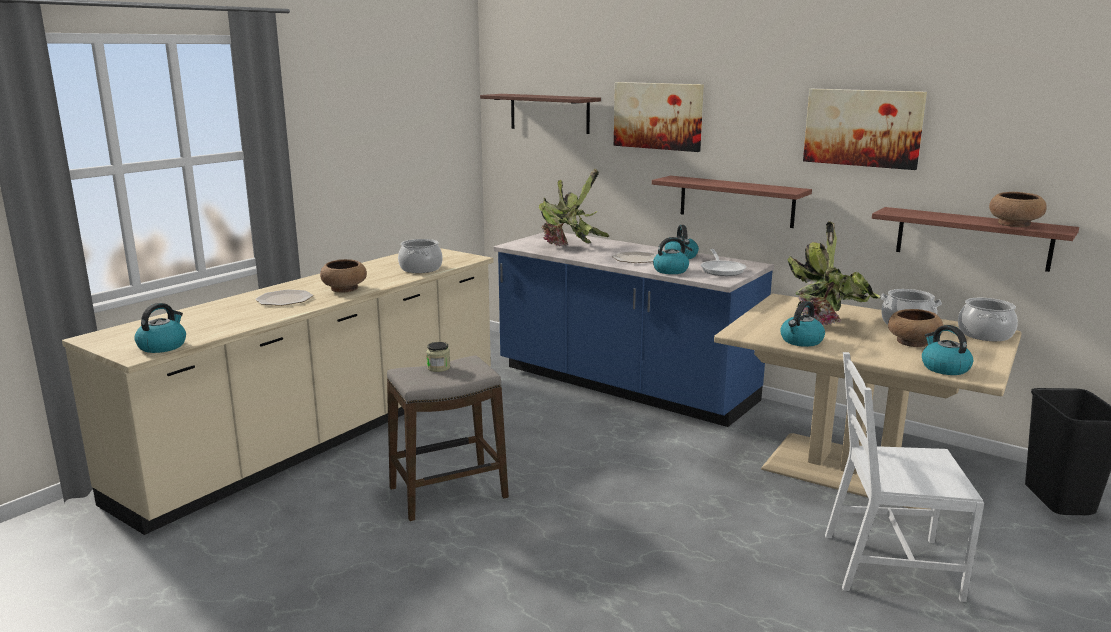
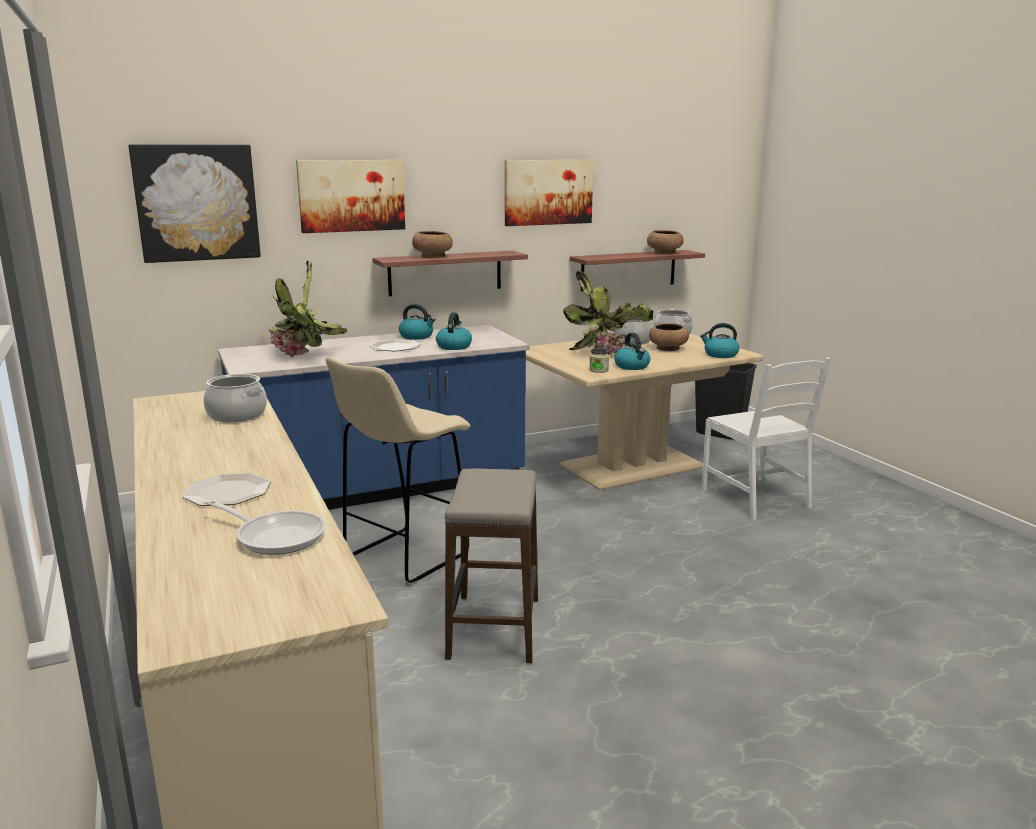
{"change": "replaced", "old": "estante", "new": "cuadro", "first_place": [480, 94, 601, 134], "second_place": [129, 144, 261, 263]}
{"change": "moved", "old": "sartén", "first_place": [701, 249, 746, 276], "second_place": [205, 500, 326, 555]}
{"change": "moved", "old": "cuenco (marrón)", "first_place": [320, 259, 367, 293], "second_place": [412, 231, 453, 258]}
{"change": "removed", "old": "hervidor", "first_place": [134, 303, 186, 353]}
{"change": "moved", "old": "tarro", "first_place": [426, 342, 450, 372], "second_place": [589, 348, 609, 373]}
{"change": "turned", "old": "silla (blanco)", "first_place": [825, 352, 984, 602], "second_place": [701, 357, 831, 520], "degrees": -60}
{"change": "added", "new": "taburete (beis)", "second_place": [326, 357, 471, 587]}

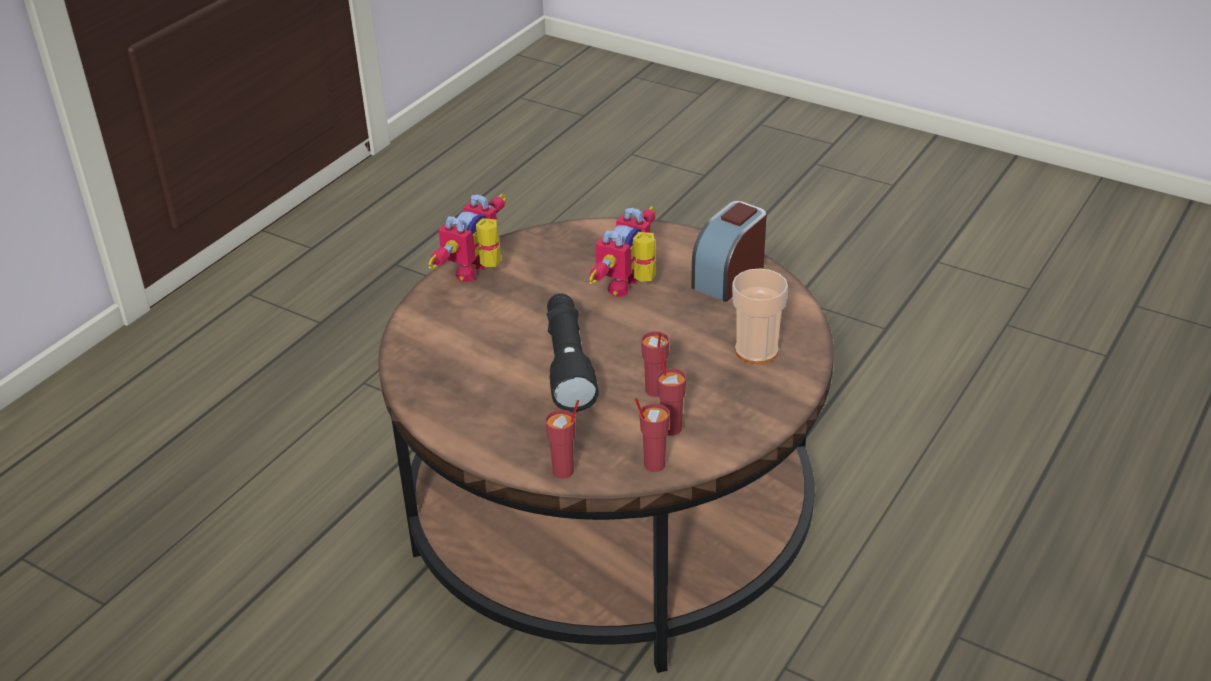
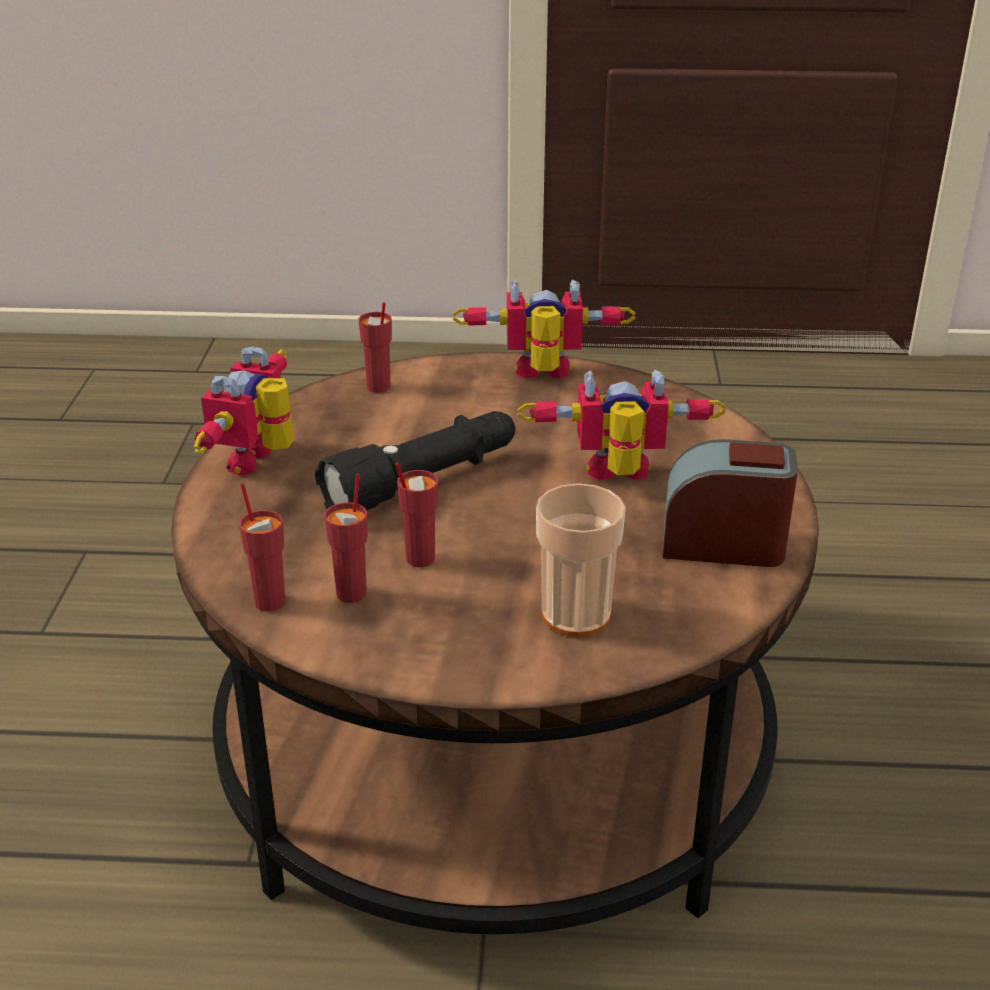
{"change": "moved", "old": "taza (rojo)", "first_place": [545, 400, 579, 479], "second_place": [358, 302, 392, 393]}
{"change": "added", "new": "robot de juguete", "second_place": [194, 346, 294, 475]}

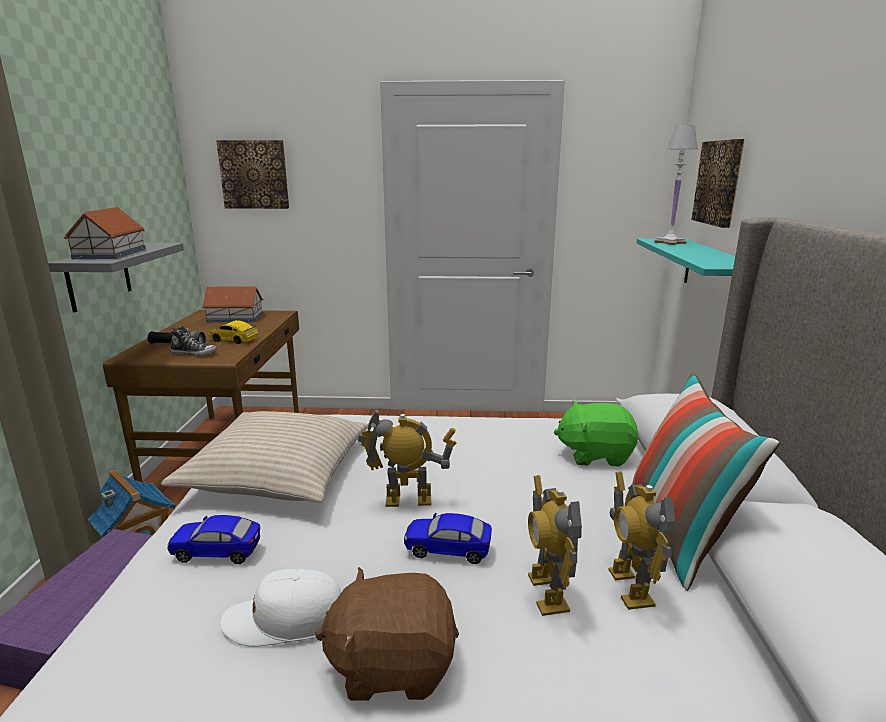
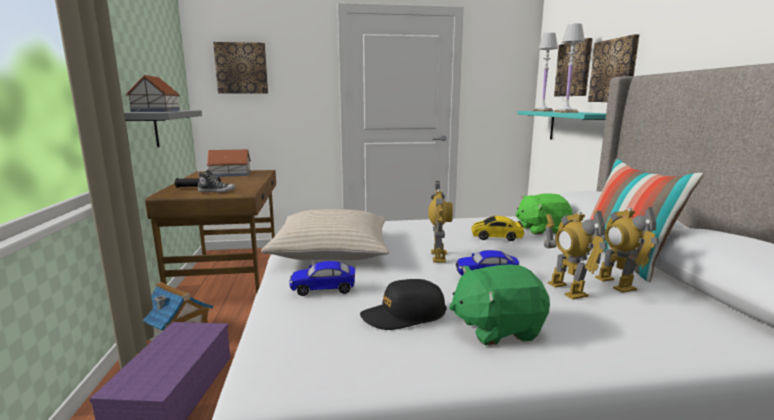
{"change": "moved", "old": "coche de juguete", "first_place": [208, 320, 258, 344], "second_place": [472, 216, 525, 241]}
{"change": "turned", "old": "robot de juguete", "first_place": [358, 409, 457, 507], "second_place": [428, 181, 453, 263], "degrees": 105}
{"change": "recoloured", "old": "peluche (marrón)", "new": "peluche (verde)", "first_place": [315, 567, 459, 701], "second_place": [449, 264, 550, 345]}
{"change": "recoloured", "old": "gorra (blanco)", "new": "gorra (negro)", "first_place": [220, 569, 341, 647], "second_place": [360, 279, 447, 330]}
{"change": "added", "new": "lámpara de mesa (blanco)", "second_place": [554, 23, 585, 113]}
{"change": "added", "new": "cuadro", "second_place": [588, 34, 639, 102]}

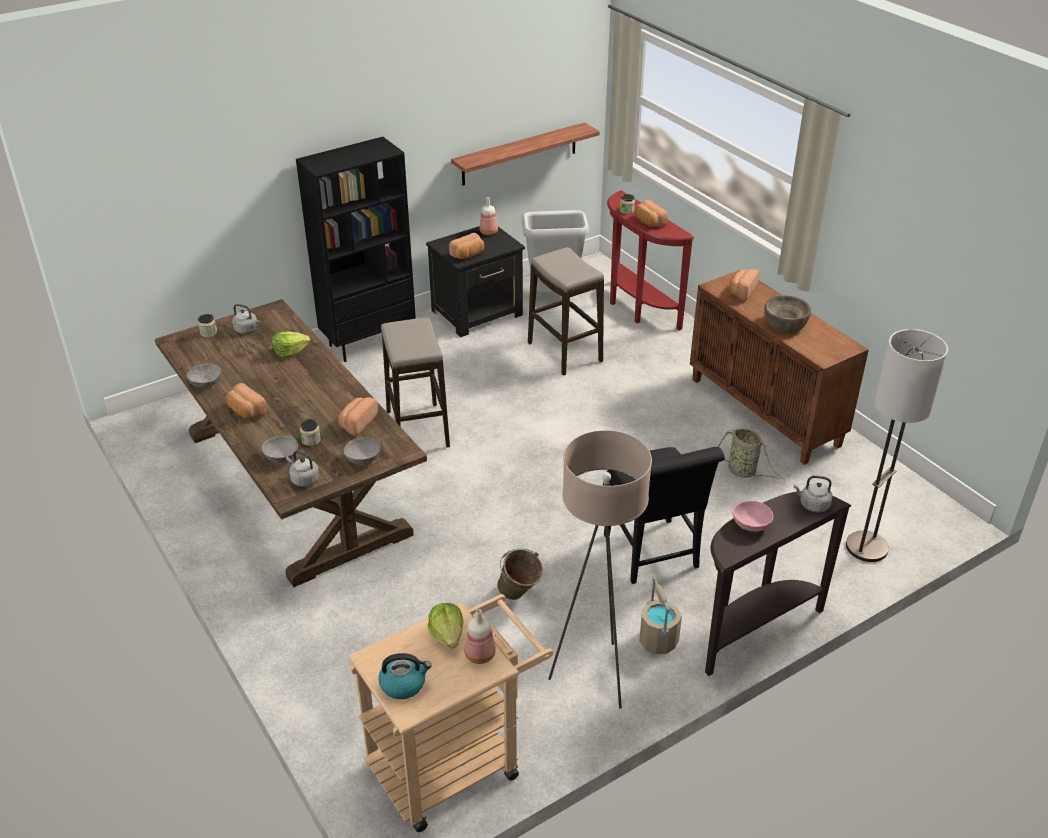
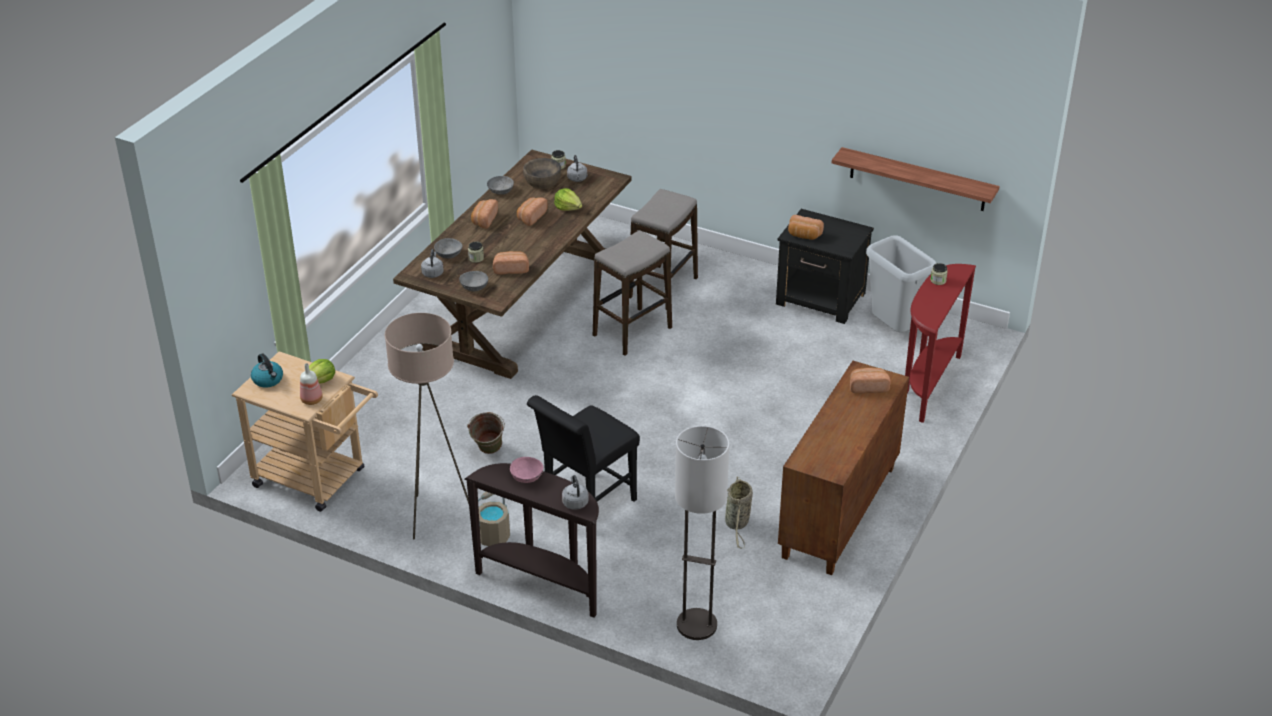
{"change": "removed", "old": "estantería (negro)", "first_place": [296, 137, 416, 362]}
{"change": "removed", "old": "botella", "first_place": [479, 197, 498, 235]}
{"change": "moved", "old": "pan", "first_place": [635, 200, 668, 227], "second_place": [517, 197, 547, 226]}
{"change": "moved", "old": "taburete", "first_place": [528, 247, 604, 376], "second_place": [629, 189, 698, 310]}
{"change": "moved", "old": "cuenco (marrón)", "first_place": [764, 295, 811, 333], "second_place": [523, 158, 561, 189]}

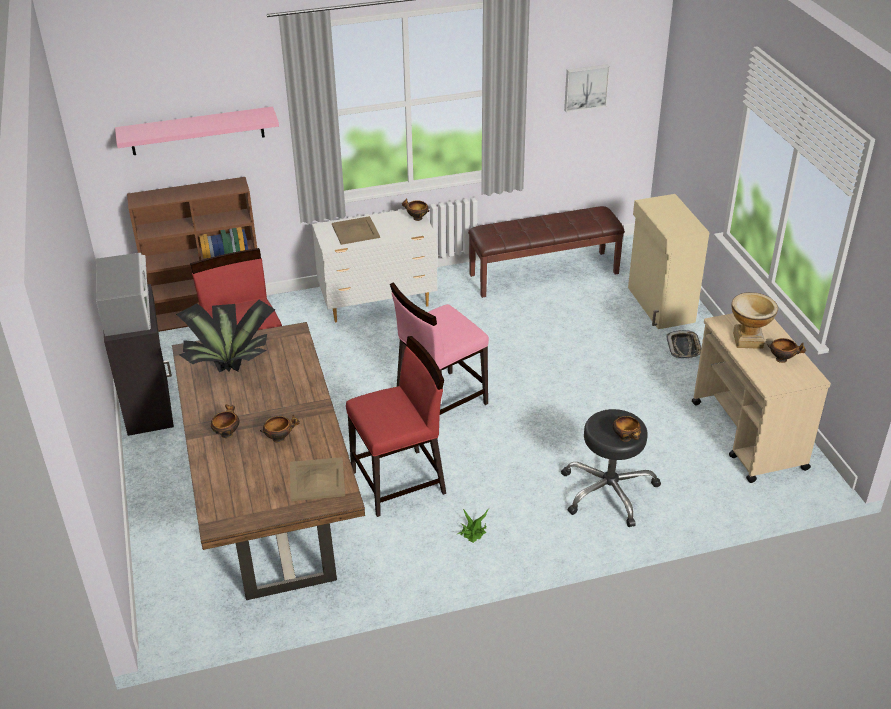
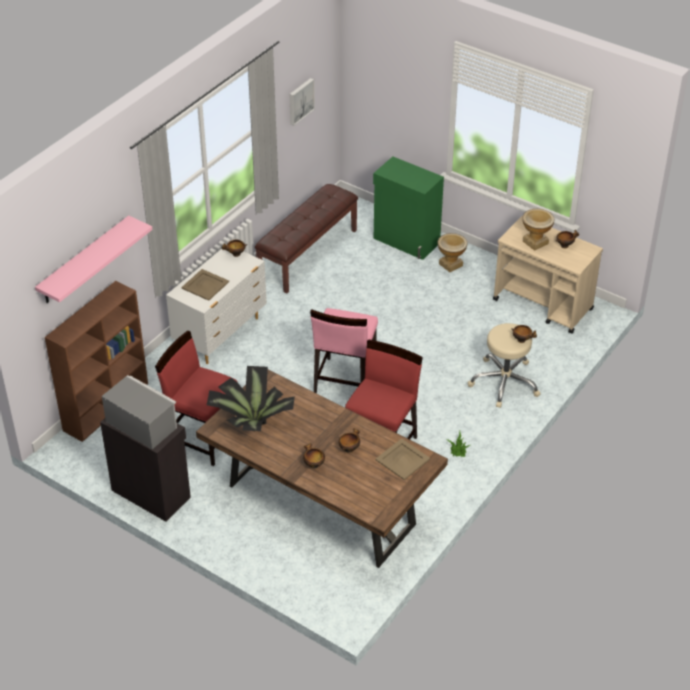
{"change": "recoloured", "old": "armario (beis)", "new": "armario (verde)", "first_place": [628, 194, 710, 329], "second_place": [373, 157, 444, 260]}
{"change": "replaced", "old": "bandeja", "new": "florero", "first_place": [666, 330, 701, 358], "second_place": [438, 233, 467, 272]}
{"change": "recoloured", "old": "taburete (negro)", "new": "taburete (beis)", "first_place": [561, 409, 661, 527], "second_place": [468, 323, 541, 408]}

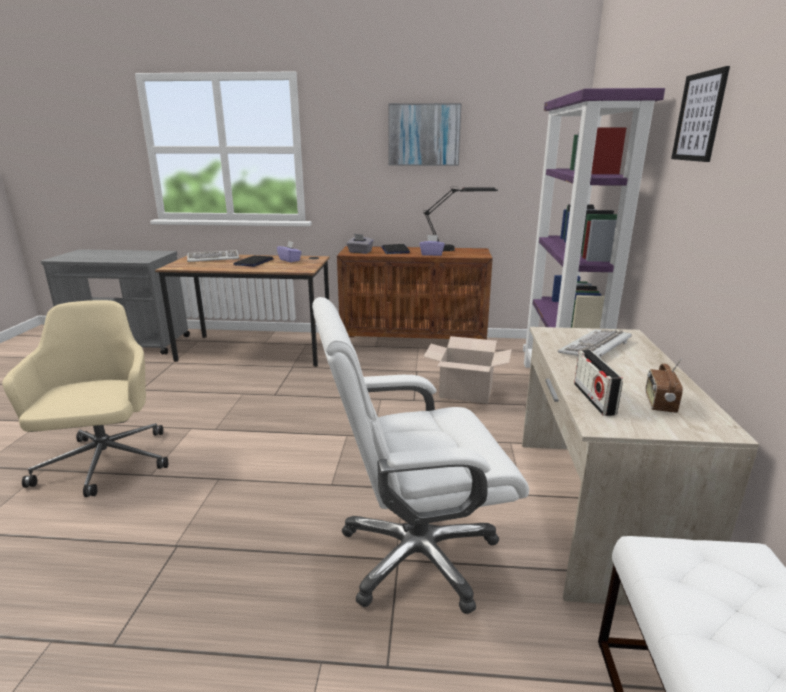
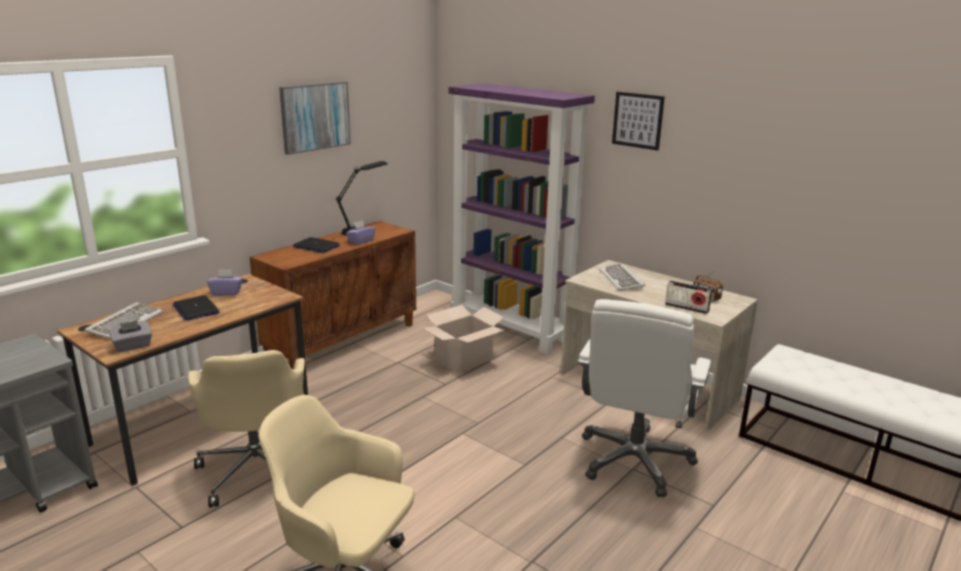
{"change": "moved", "old": "caja de pañuelos (gris)", "first_place": [346, 234, 374, 254], "second_place": [108, 321, 152, 352]}
{"change": "added", "new": "silla de oficina (beis)", "second_place": [188, 350, 305, 508]}

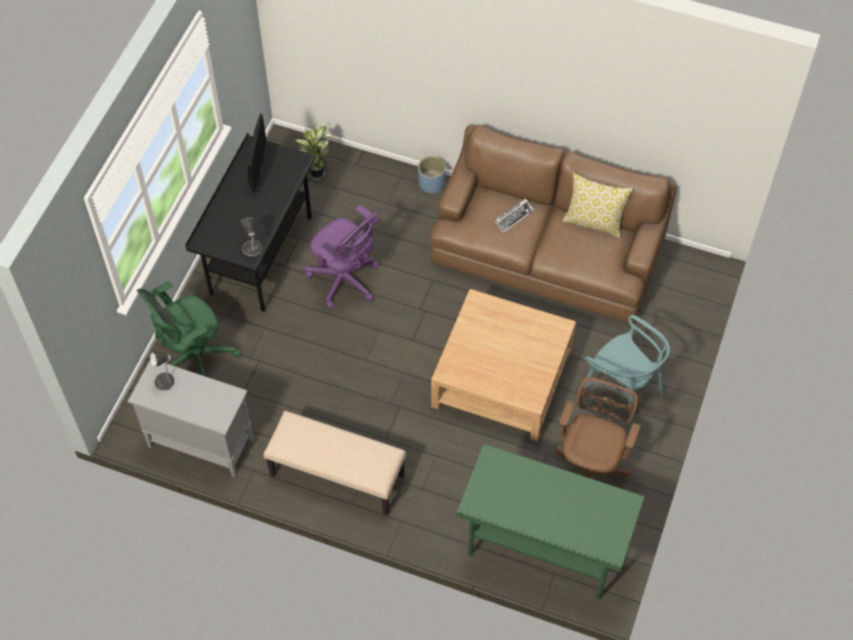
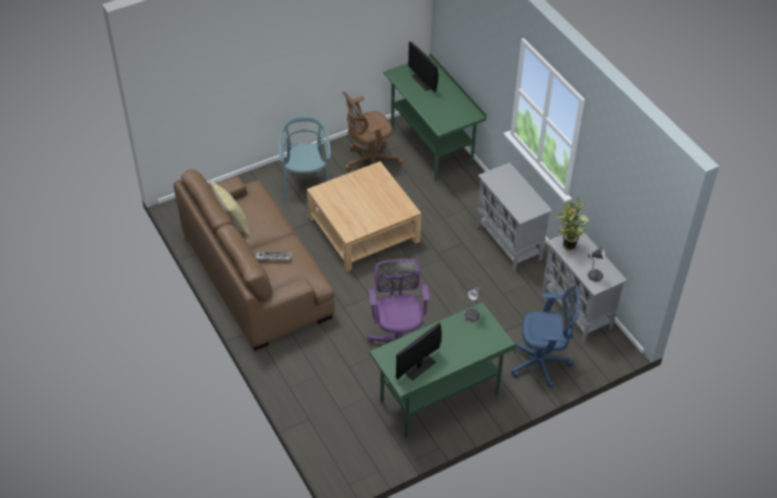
{"change": "moved", "old": "planta en maceta", "first_place": [295, 124, 332, 180], "second_place": [555, 197, 589, 251]}
{"change": "recoloured", "old": "escritorio (negro)", "new": "escritorio (verde)", "first_place": [185, 133, 316, 313], "second_place": [369, 302, 517, 439]}
{"change": "removed", "old": "maceta (azul)", "first_place": [418, 156, 446, 193]}
{"change": "recoloured", "old": "silla de oficina (verde)", "new": "silla de oficina (azul)", "first_place": [137, 281, 241, 377], "second_place": [511, 285, 580, 388]}
{"change": "replaced", "old": "banco (beis)", "new": "armario (gris)", "first_place": [264, 411, 406, 516], "second_place": [476, 163, 553, 272]}
{"change": "added", "new": "monitor", "second_place": [408, 41, 438, 92]}

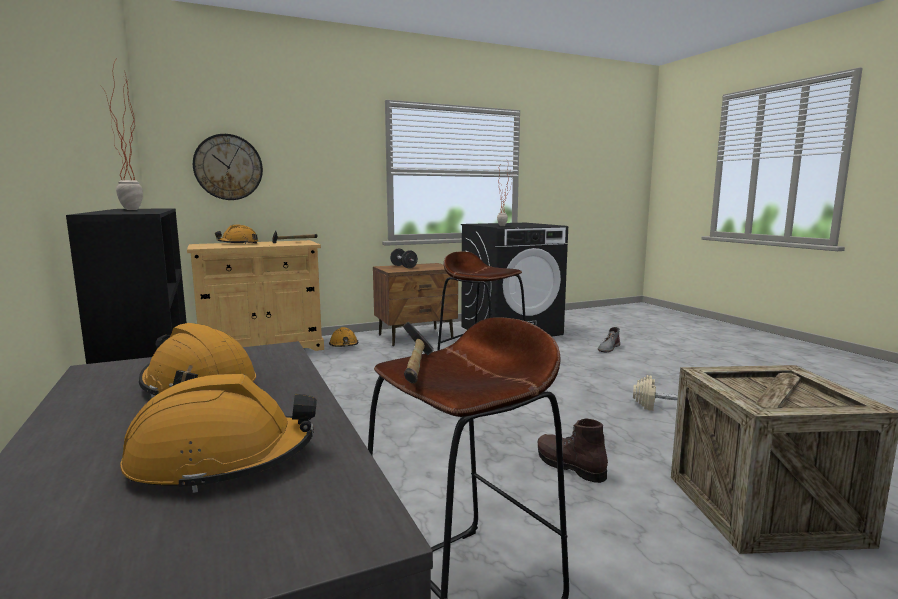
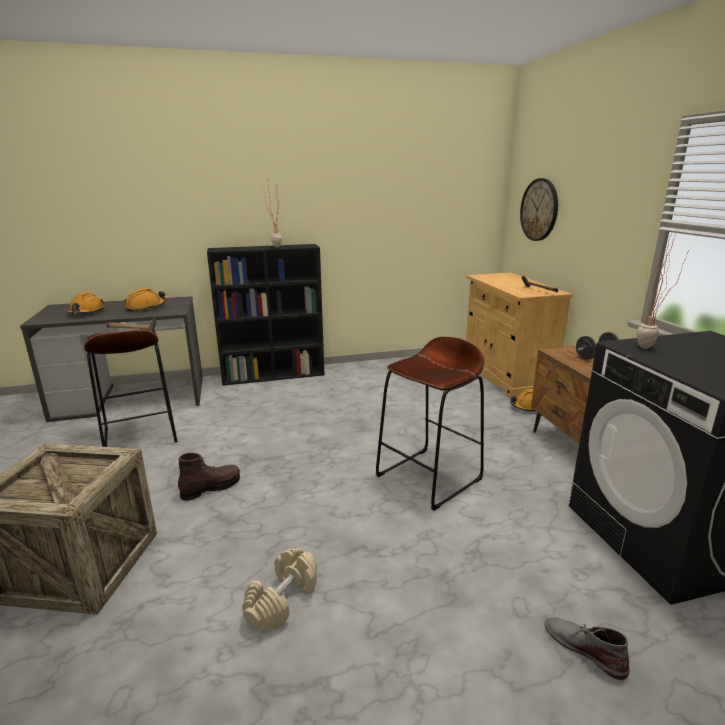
{"change": "removed", "old": "casco (naranja)", "first_place": [215, 225, 259, 244]}

